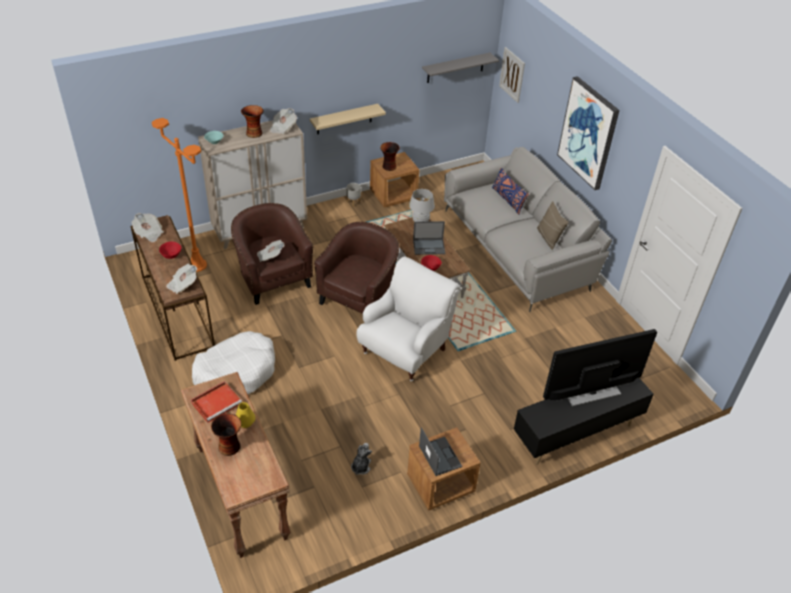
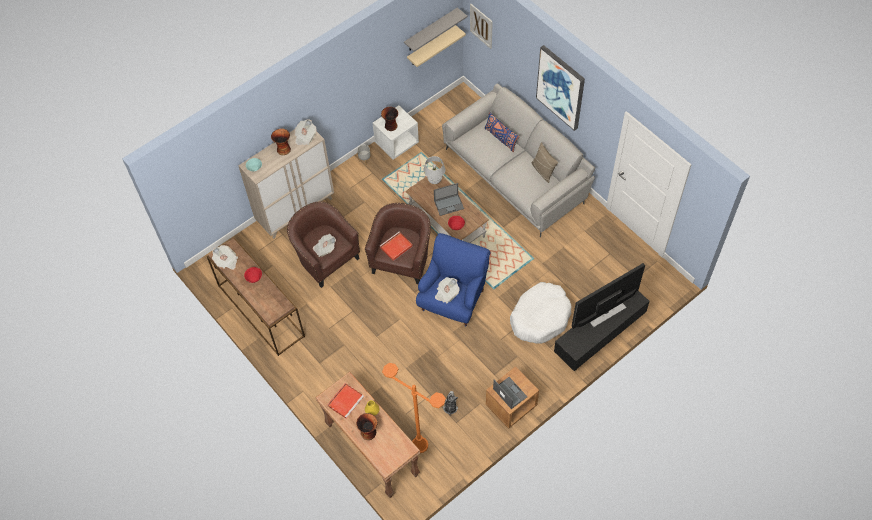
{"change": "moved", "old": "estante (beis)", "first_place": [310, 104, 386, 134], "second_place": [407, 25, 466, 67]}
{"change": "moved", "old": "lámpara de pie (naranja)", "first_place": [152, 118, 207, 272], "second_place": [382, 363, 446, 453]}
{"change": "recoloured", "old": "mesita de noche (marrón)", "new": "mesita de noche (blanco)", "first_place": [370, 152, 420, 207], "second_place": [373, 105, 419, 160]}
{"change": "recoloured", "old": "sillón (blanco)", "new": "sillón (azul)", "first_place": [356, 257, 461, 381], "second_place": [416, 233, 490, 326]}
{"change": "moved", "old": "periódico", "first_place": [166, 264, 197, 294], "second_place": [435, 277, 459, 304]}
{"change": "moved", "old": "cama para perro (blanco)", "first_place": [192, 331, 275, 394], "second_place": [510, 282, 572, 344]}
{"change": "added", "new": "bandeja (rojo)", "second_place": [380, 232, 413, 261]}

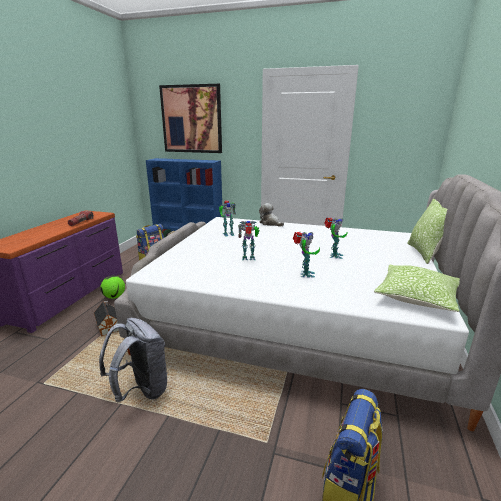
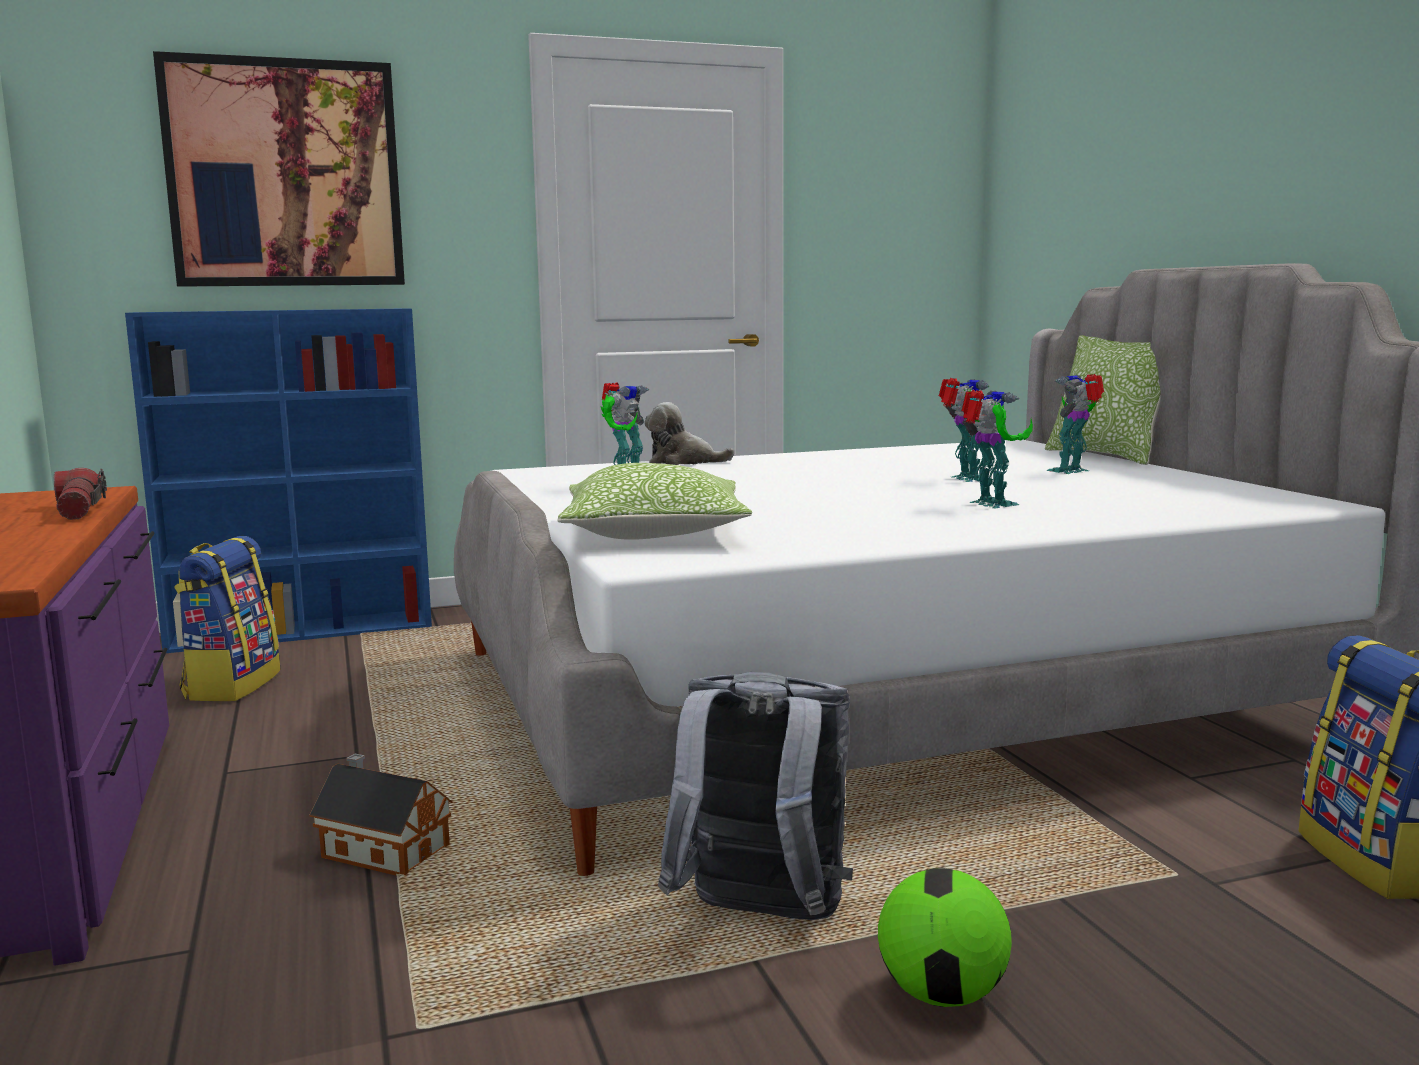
{"change": "moved", "old": "robot de juguete", "first_place": [238, 221, 259, 260], "second_place": [1047, 374, 1104, 474]}
{"change": "moved", "old": "cojín", "first_place": [374, 264, 460, 312], "second_place": [557, 463, 752, 540]}
{"change": "moved", "old": "balón de fútbol", "first_place": [100, 276, 125, 299], "second_place": [878, 868, 1012, 1007]}

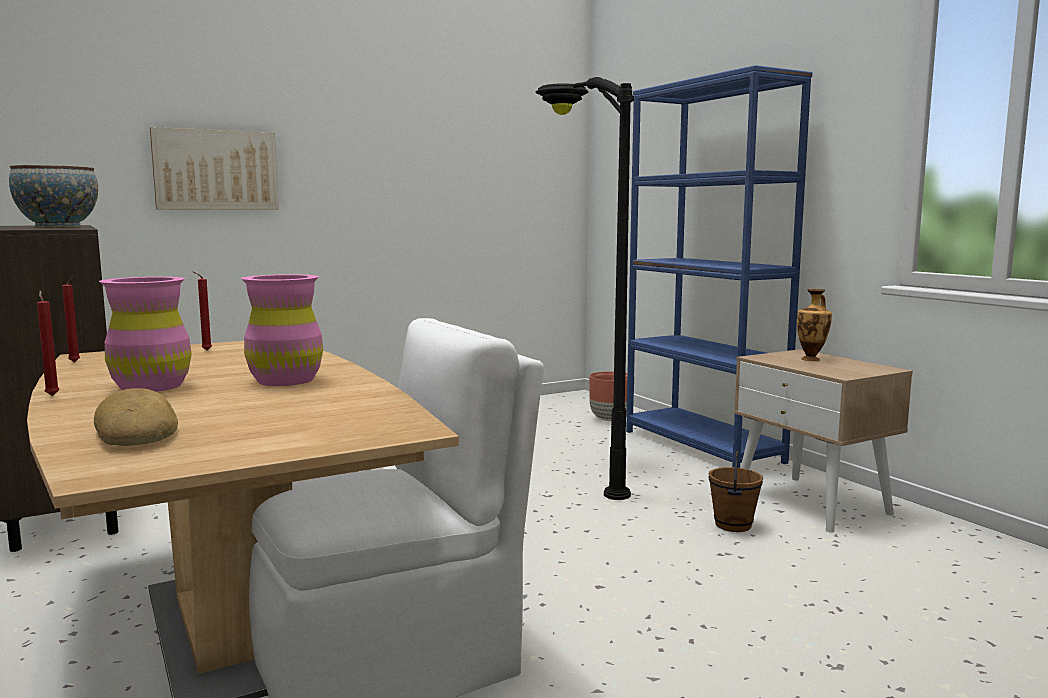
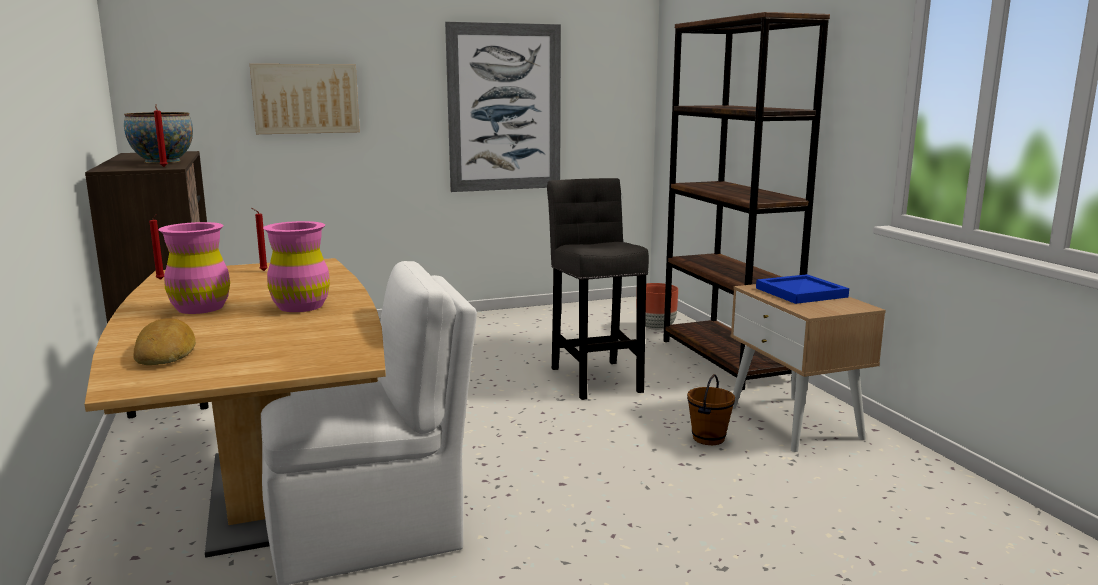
{"change": "recoloured", "old": "estantería (azul)", "new": "estantería (marrón)", "first_place": [626, 65, 813, 468], "second_place": [663, 12, 830, 390]}
{"change": "replaced", "old": "lámpara de pie (negro)", "new": "taburete (gris)", "first_place": [535, 77, 634, 500], "second_place": [547, 178, 649, 400]}
{"change": "replaced", "old": "florero", "new": "bandeja (azul)", "first_place": [797, 289, 832, 361], "second_place": [756, 274, 849, 304]}
{"change": "moved", "old": "vela (rojo)", "first_place": [37, 291, 60, 396], "second_place": [154, 105, 168, 167]}
{"change": "added", "new": "cuadro", "second_place": [445, 22, 561, 192]}

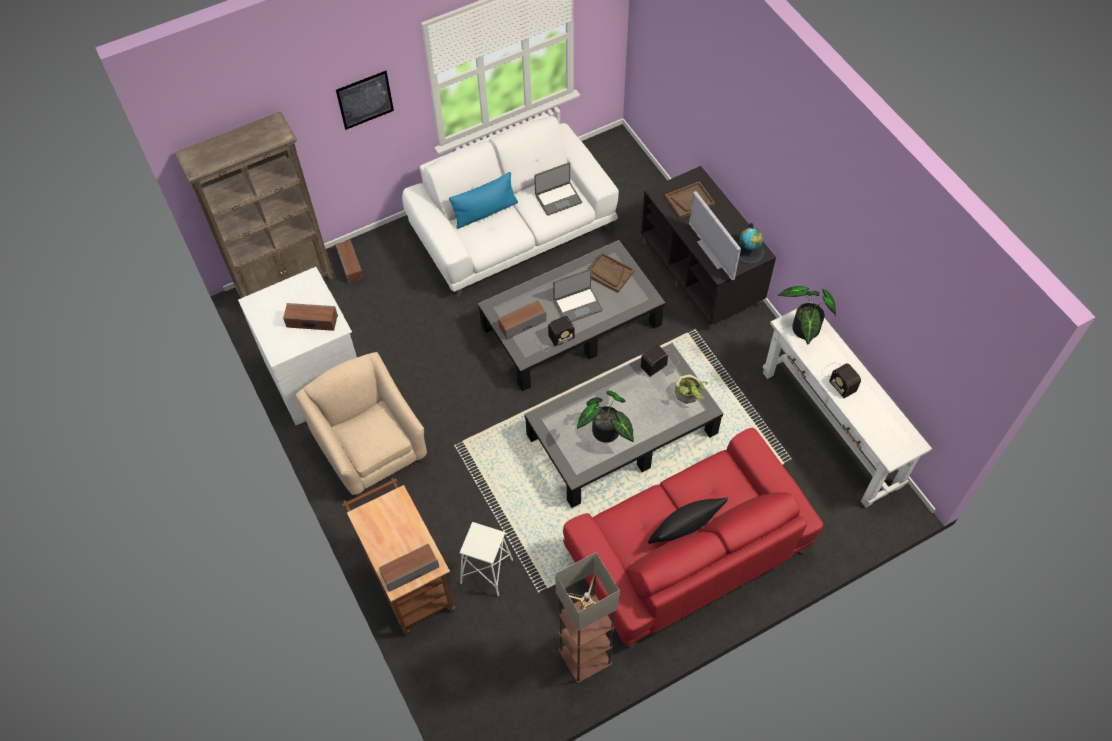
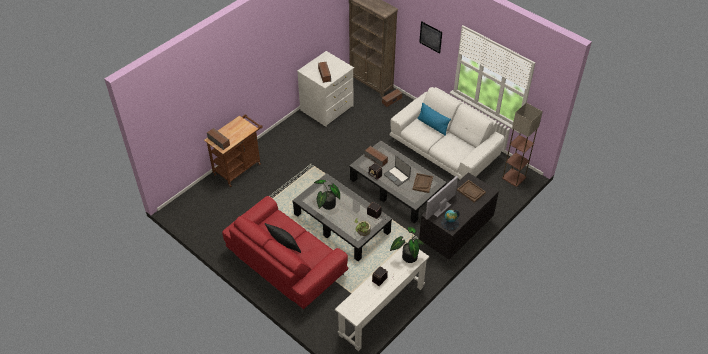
{"change": "removed", "old": "portátil", "first_place": [534, 162, 582, 216]}
{"change": "removed", "old": "sillón (beis)", "first_place": [296, 352, 427, 497]}
{"change": "removed", "old": "taburete (blanco)", "first_place": [459, 522, 513, 596]}
{"change": "moved", "old": "lámpara de pie", "first_place": [555, 552, 620, 684], "second_place": [502, 103, 543, 187]}

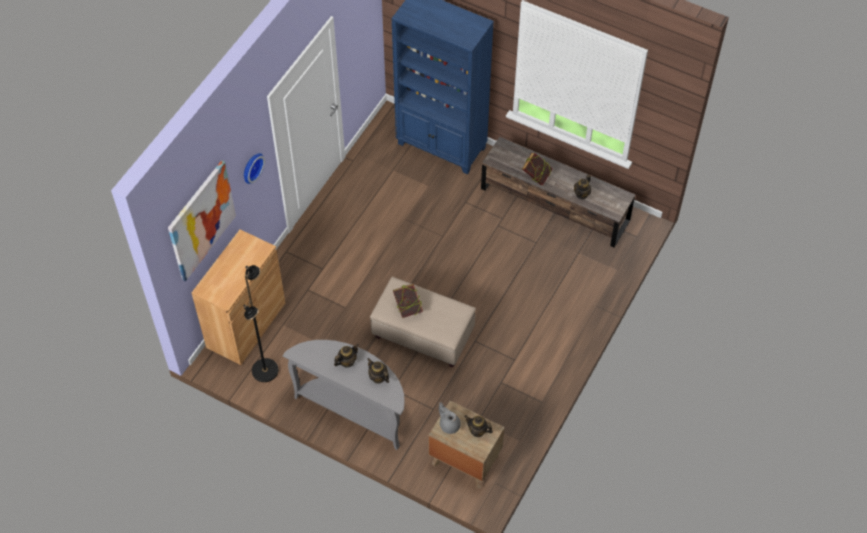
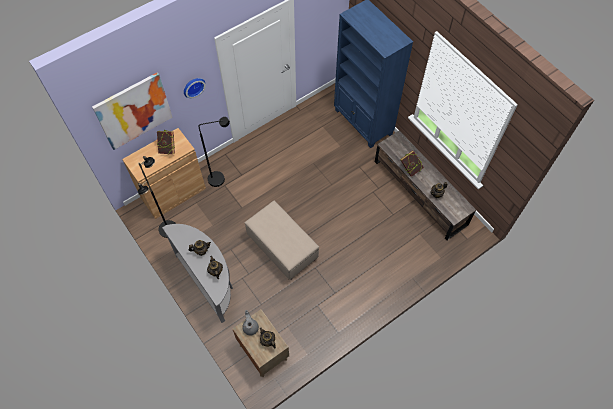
{"change": "moved", "old": "libro", "first_place": [393, 284, 423, 318], "second_place": [157, 130, 175, 155]}
{"change": "added", "new": "lámpara de pie (negro)", "second_place": [198, 117, 230, 187]}

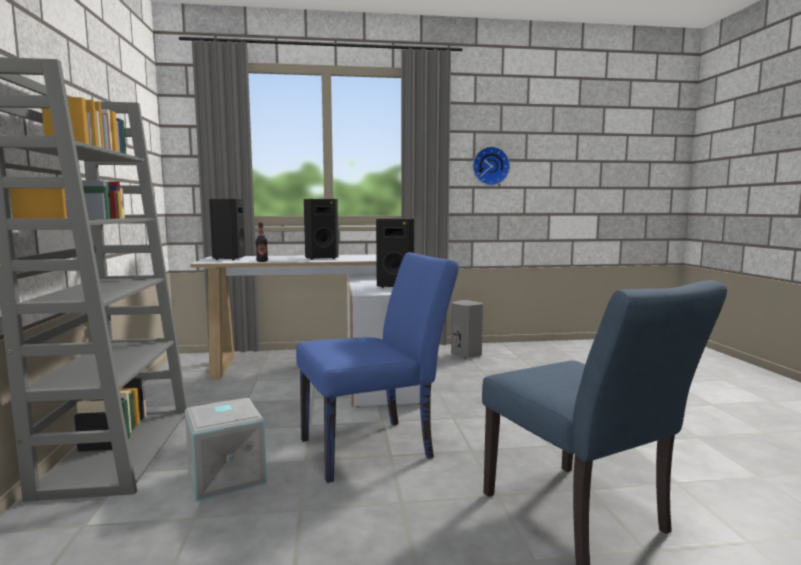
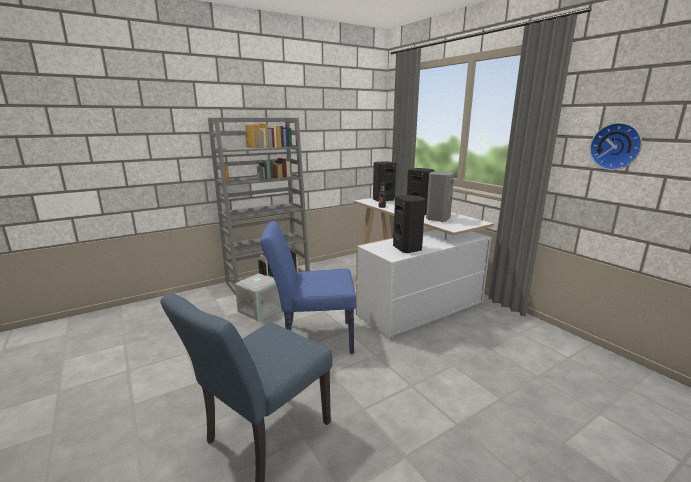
{"change": "turned", "old": "silla (azul)", "first_place": [296, 252, 459, 483], "second_place": [260, 221, 356, 354], "degrees": 135}
{"change": "moved", "old": "altavoz (gris)", "first_place": [451, 300, 483, 359], "second_place": [426, 171, 454, 222]}

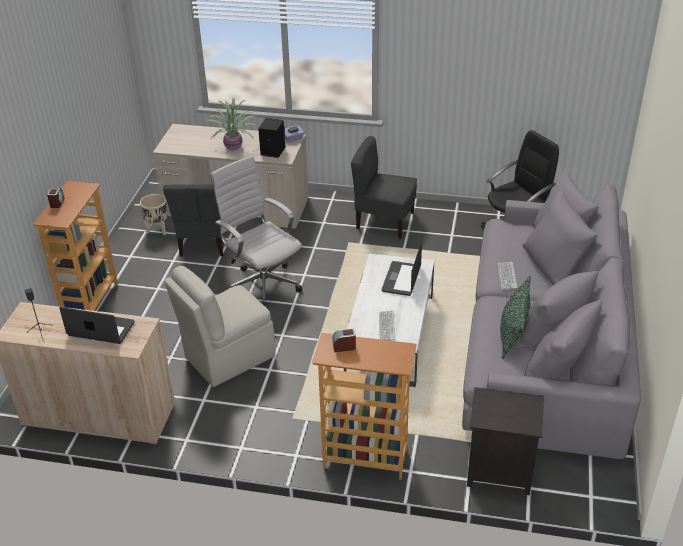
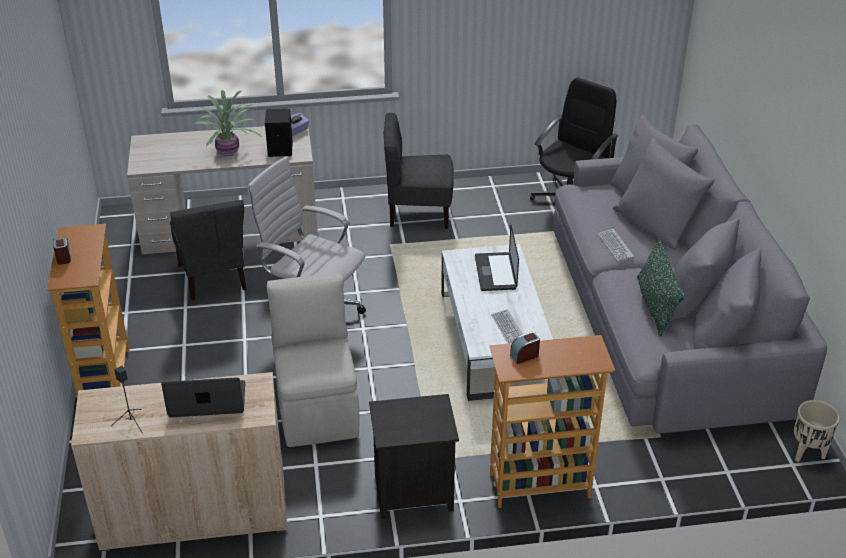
{"change": "moved", "old": "maceta (beis)", "first_place": [140, 194, 167, 235], "second_place": [794, 400, 840, 462]}
{"change": "turned", "old": "silla (beis)", "first_place": [164, 266, 275, 387], "second_place": [266, 273, 359, 447], "degrees": 135}
{"change": "moved", "old": "mesita de noche (negro)", "first_place": [467, 387, 544, 495], "second_place": [369, 394, 459, 519]}

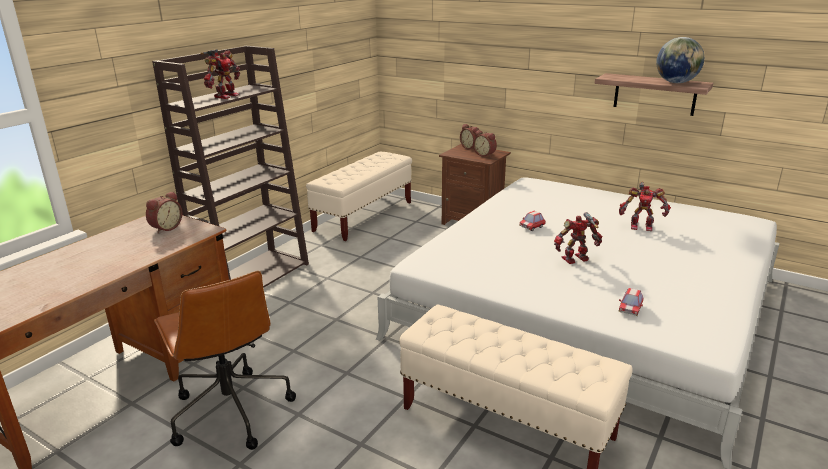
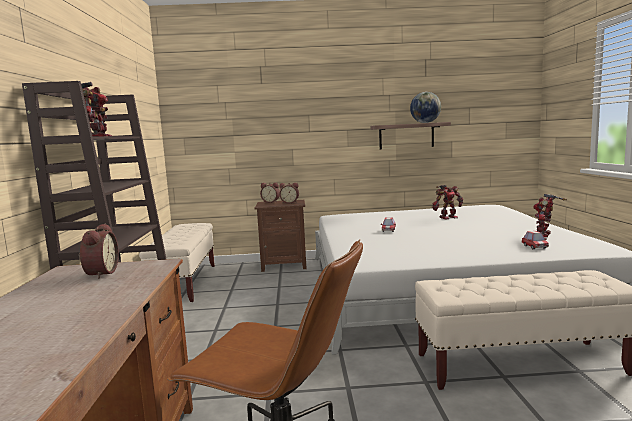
{"change": "moved", "old": "robot de juguete", "first_place": [554, 212, 602, 264], "second_place": [533, 194, 567, 237]}

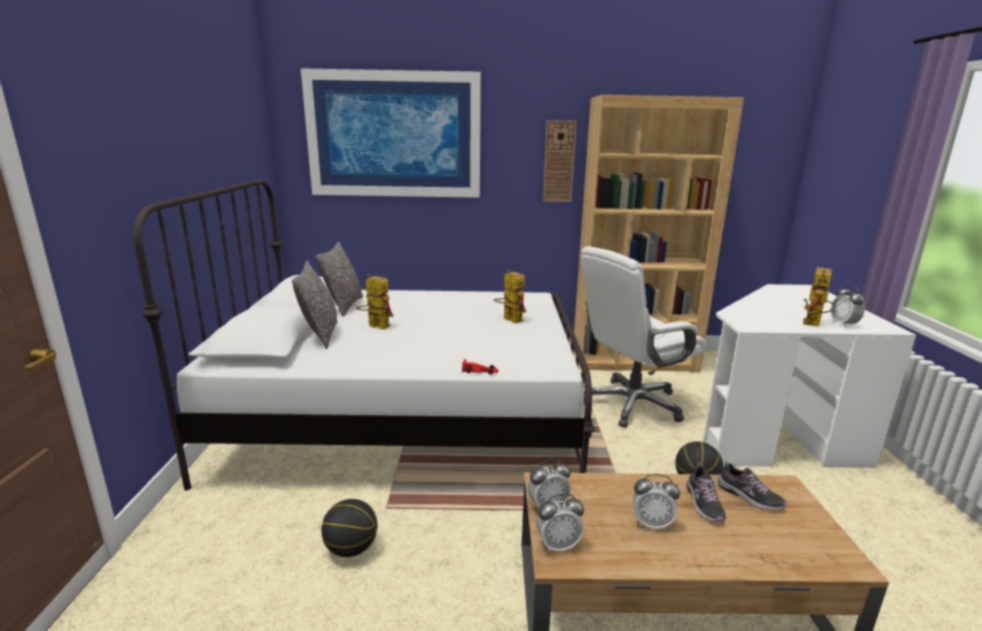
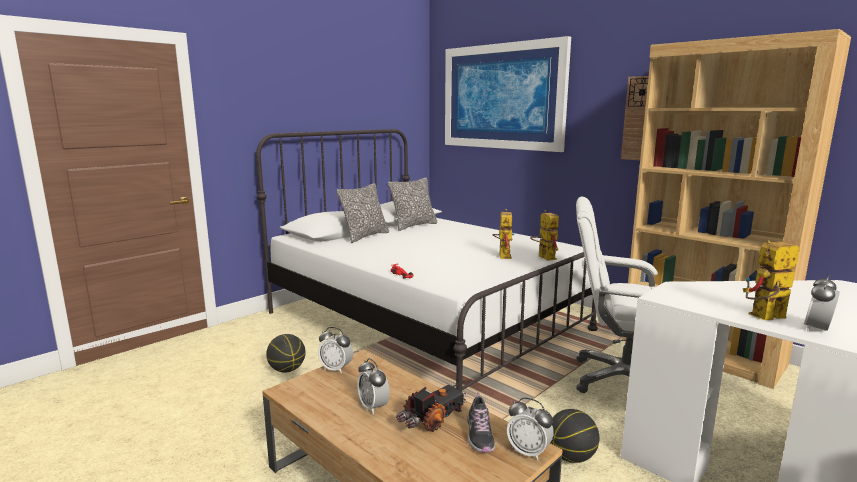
{"change": "moved", "old": "robot de juguete", "first_place": [356, 274, 394, 330], "second_place": [530, 210, 559, 261]}
{"change": "replaced", "old": "zapato", "new": "camión de juguete", "first_place": [687, 462, 726, 522], "second_place": [396, 380, 467, 432]}
{"change": "moved", "old": "despertador", "first_place": [536, 494, 584, 553], "second_place": [507, 397, 554, 461]}

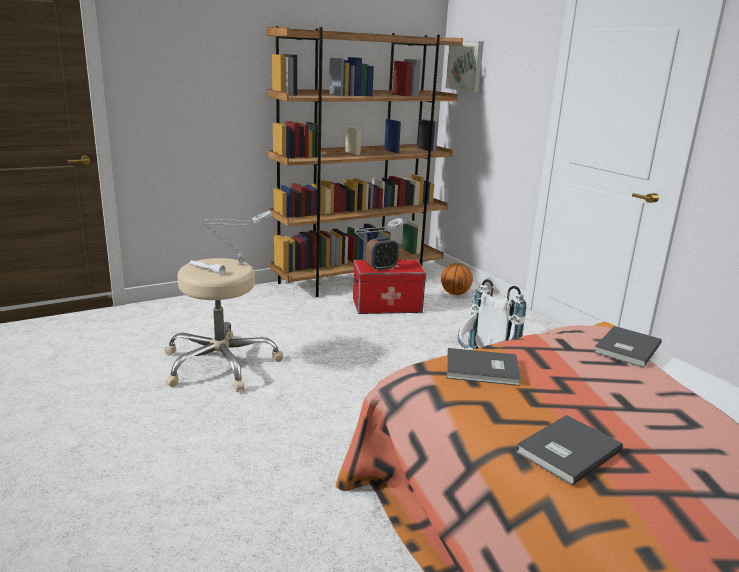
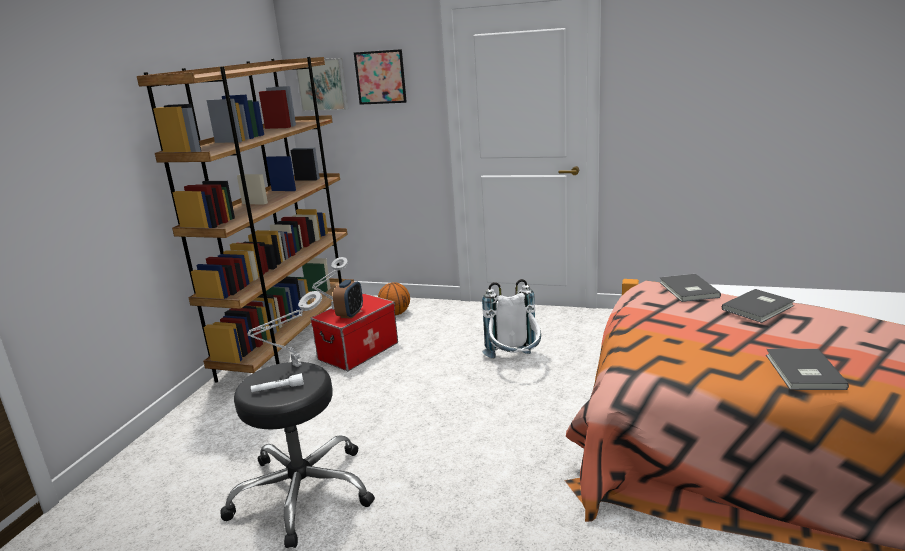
{"change": "recoloured", "old": "taburete (beis)", "new": "taburete (negro)", "first_place": [164, 258, 284, 392], "second_place": [220, 362, 375, 548]}
{"change": "moved", "old": "libro (gris)", "first_place": [447, 348, 521, 386], "second_place": [722, 289, 795, 323]}
{"change": "added", "new": "cuadro", "second_place": [354, 49, 407, 105]}

